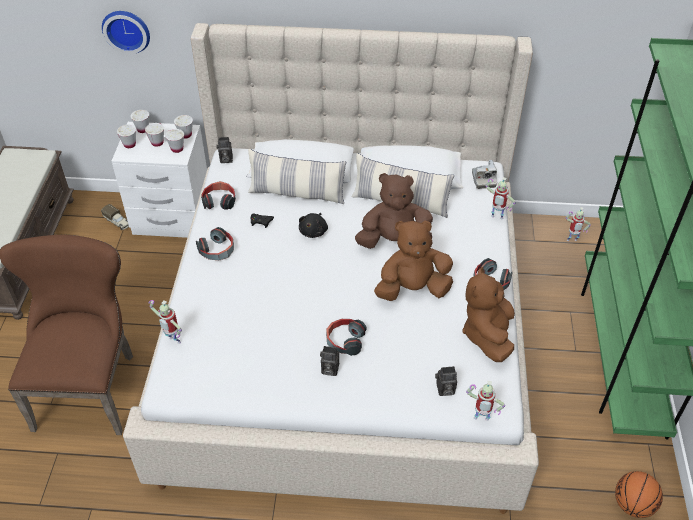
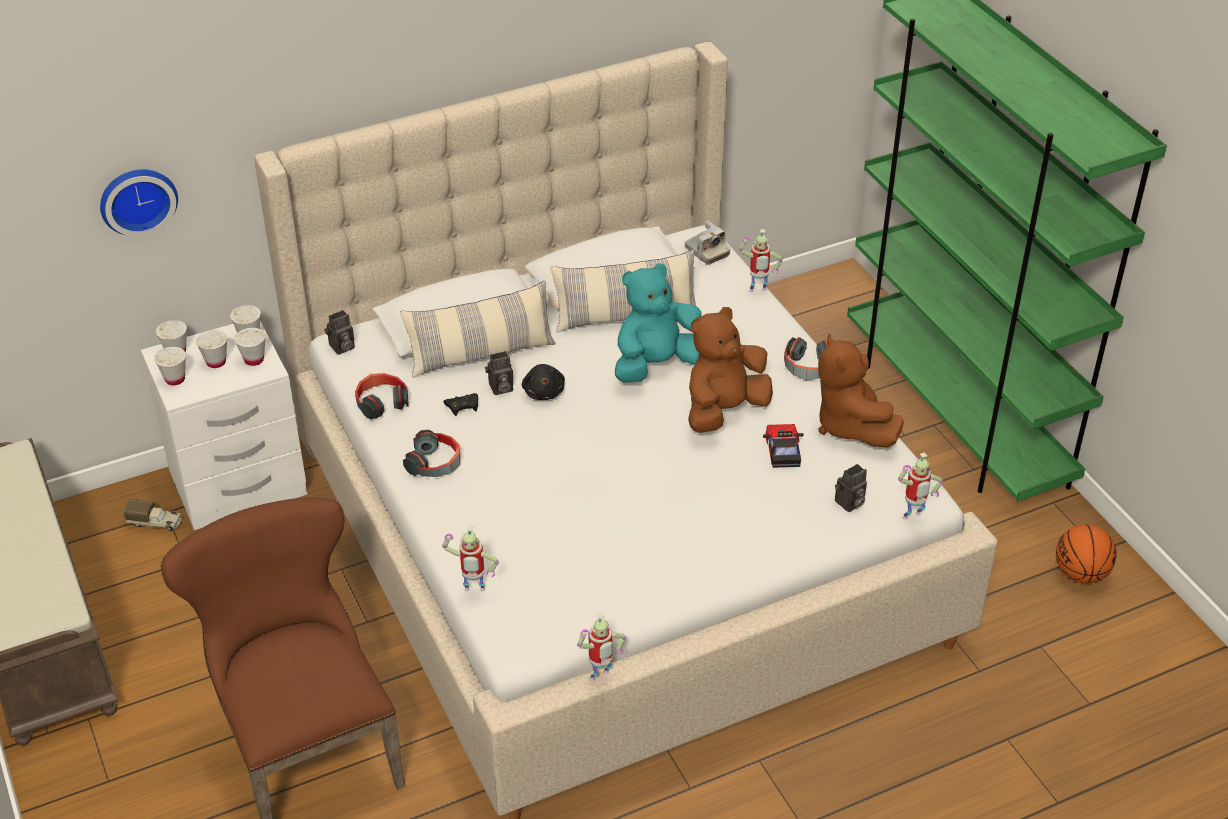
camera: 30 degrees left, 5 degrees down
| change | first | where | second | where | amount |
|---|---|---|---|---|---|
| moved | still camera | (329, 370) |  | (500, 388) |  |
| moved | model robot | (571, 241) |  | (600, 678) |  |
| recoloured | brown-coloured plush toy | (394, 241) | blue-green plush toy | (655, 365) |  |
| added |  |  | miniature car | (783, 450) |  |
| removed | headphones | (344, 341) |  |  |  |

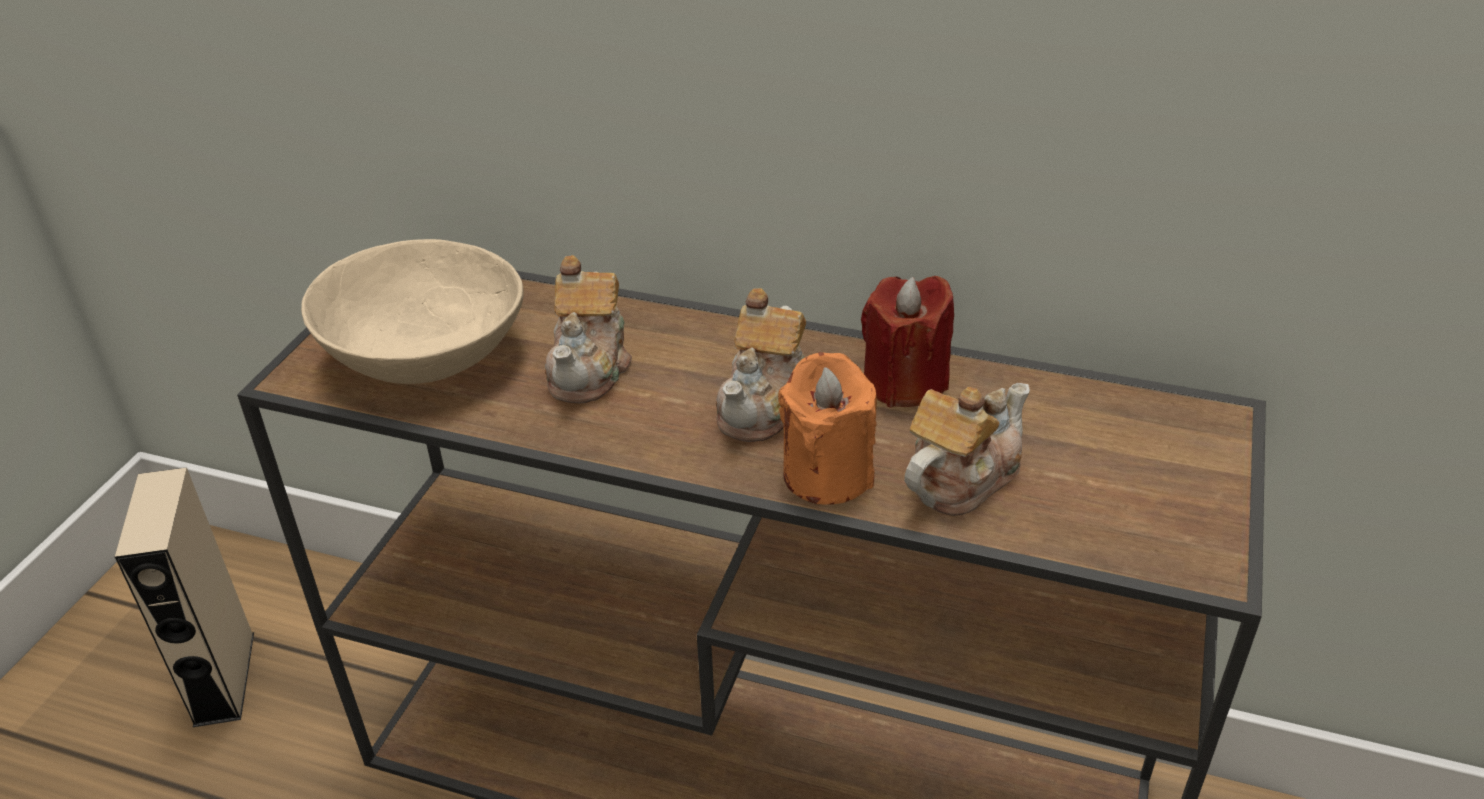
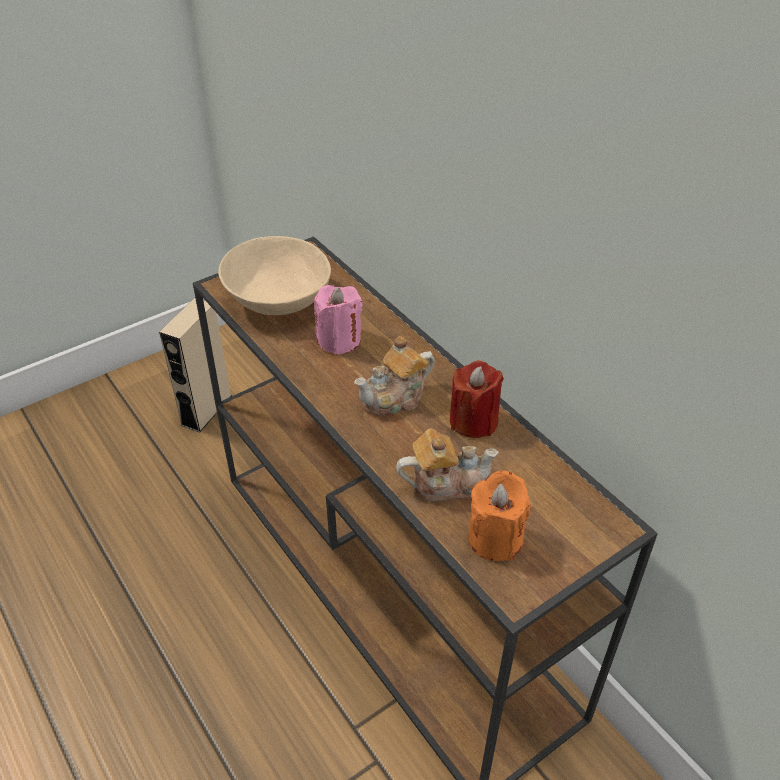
camera: 35 degrees right, 5 degrees up
| change | first | where | second | where | amount |
|---|---|---|---|---|---|
| replaced | pot for tea | (590, 368) | pinkish wax candle | (339, 340) |  |
| moved | orange wax candle | (827, 474) |  | (495, 538) |  |

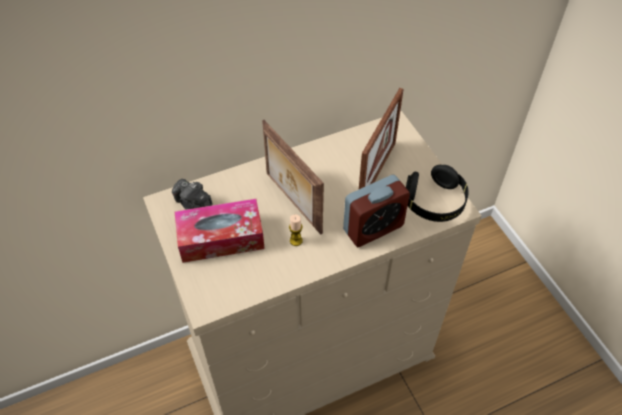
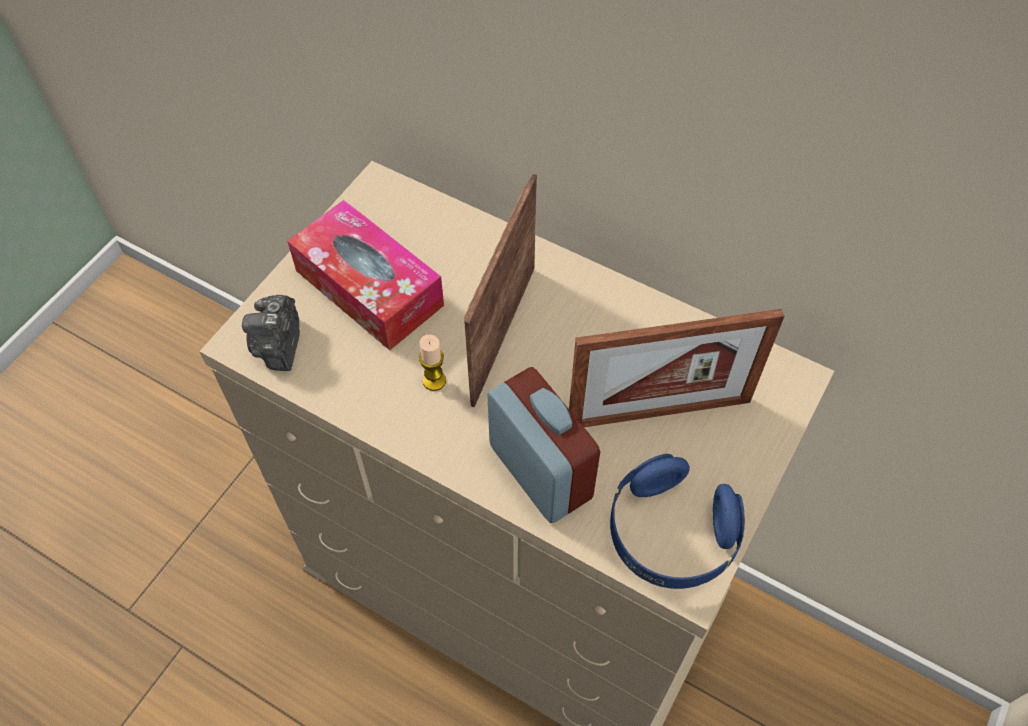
camera: 55 degrees right, 5 degrees up
| change | first | where | second | where | amount |
|---|---|---|---|---|---|
| moved | still camera | (193, 204) |  | (278, 345) |  |
| turned | table clock | (373, 228) |  | (540, 471) | 150 degrees counterclockwise |
| recoloured | black headphones | (434, 202) | blue headphones | (670, 535) |  |

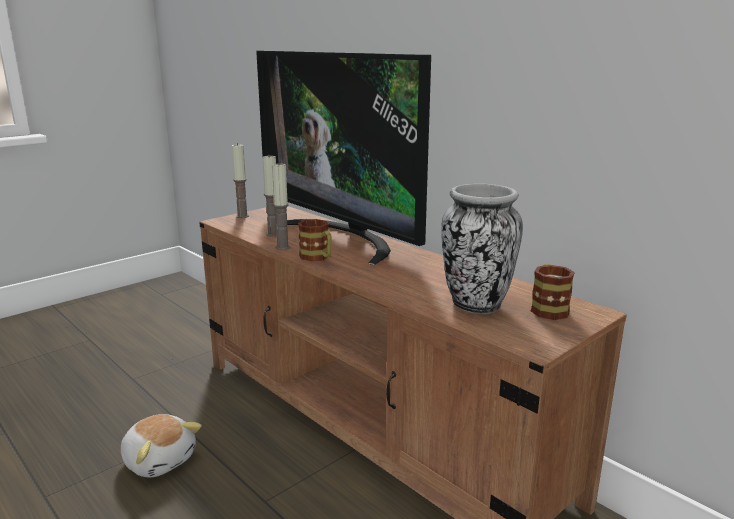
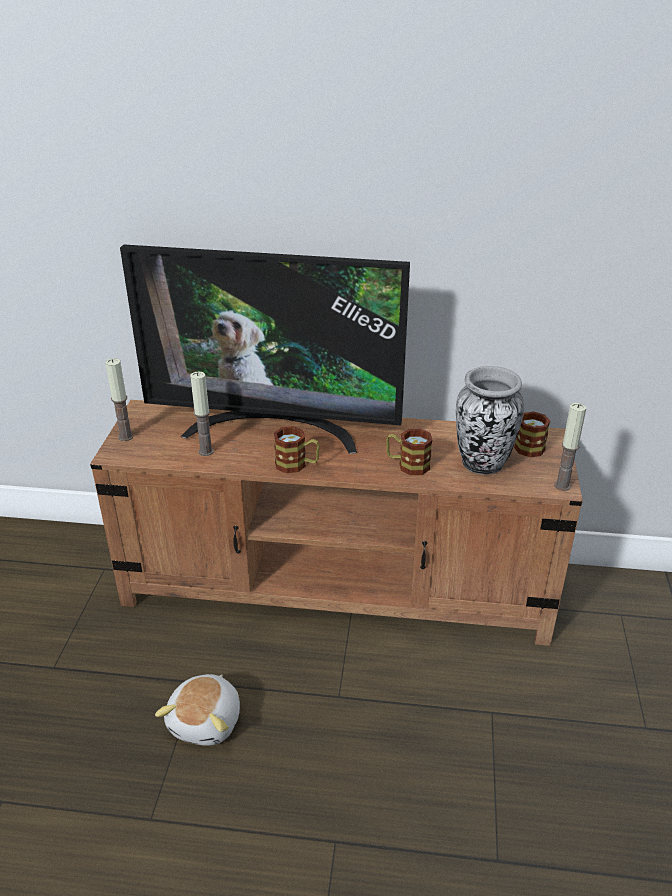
camera: 40 degrees left, 15 degrees up
| change | first | where | second | where | amount |
|---|---|---|---|---|---|
| turned | plush toy | (160, 459) |  | (207, 721) | 105 degrees clockwise |
| added |  |  | coffee mug | (407, 465) |  |
| moved | wax candle | (283, 247) |  | (562, 485) |  |

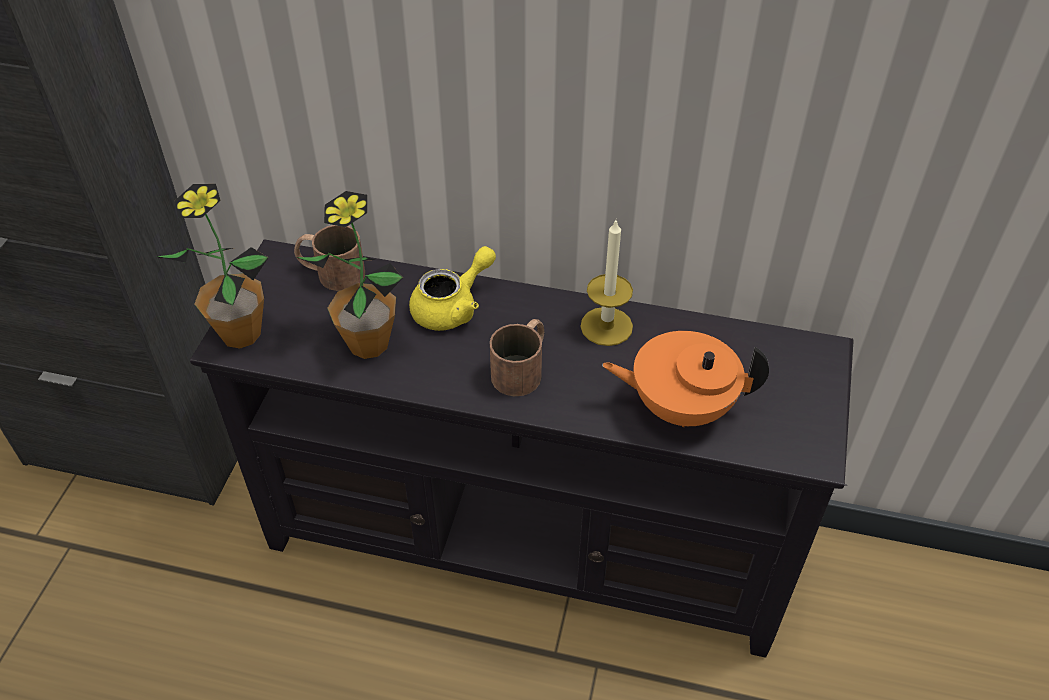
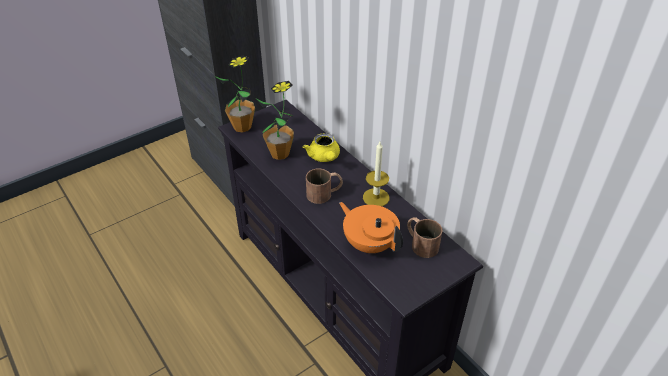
camera: 40 degrees right, 5 degrees down
| change | first | where | second | where | amount |
|---|---|---|---|---|---|
| turned | yellow pot for tea | (453, 307) |  | (324, 158) | 75 degrees clockwise |
| moved | brown-coloured coffee mug | (330, 272) |  | (420, 243) |  |

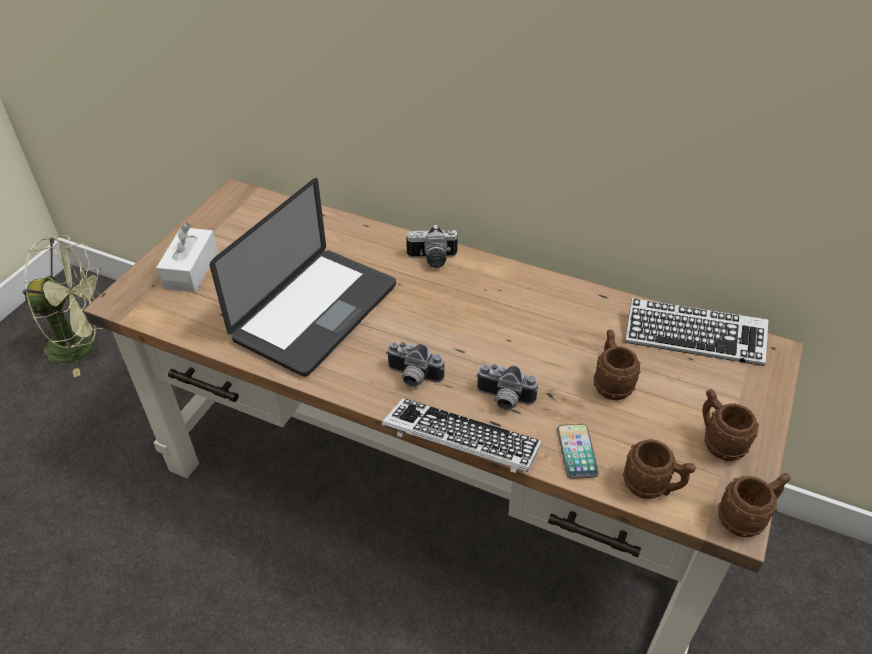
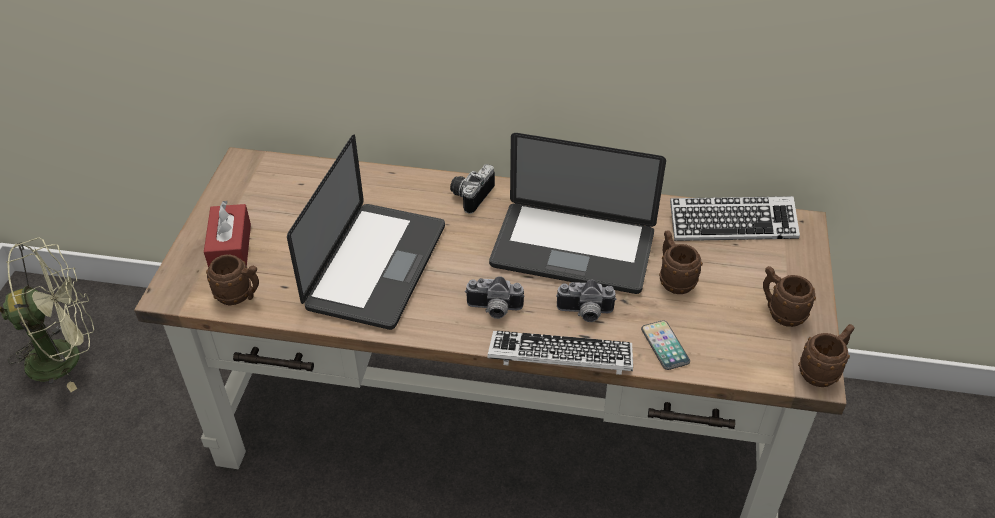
camera: 15 degrees left, 0 degrees up
| change | first | where | second | where | amount |
|---|---|---|---|---|---|
| recoloured | white tissue box | (191, 270) | red tissue box | (231, 248) |  |
| moved | brown-coloured coffee mug | (652, 487) |  | (240, 296) |  |
| turned | still camera | (432, 260) |  | (470, 195) | 135 degrees clockwise |
| added |  |  | laptop | (572, 249) |  |

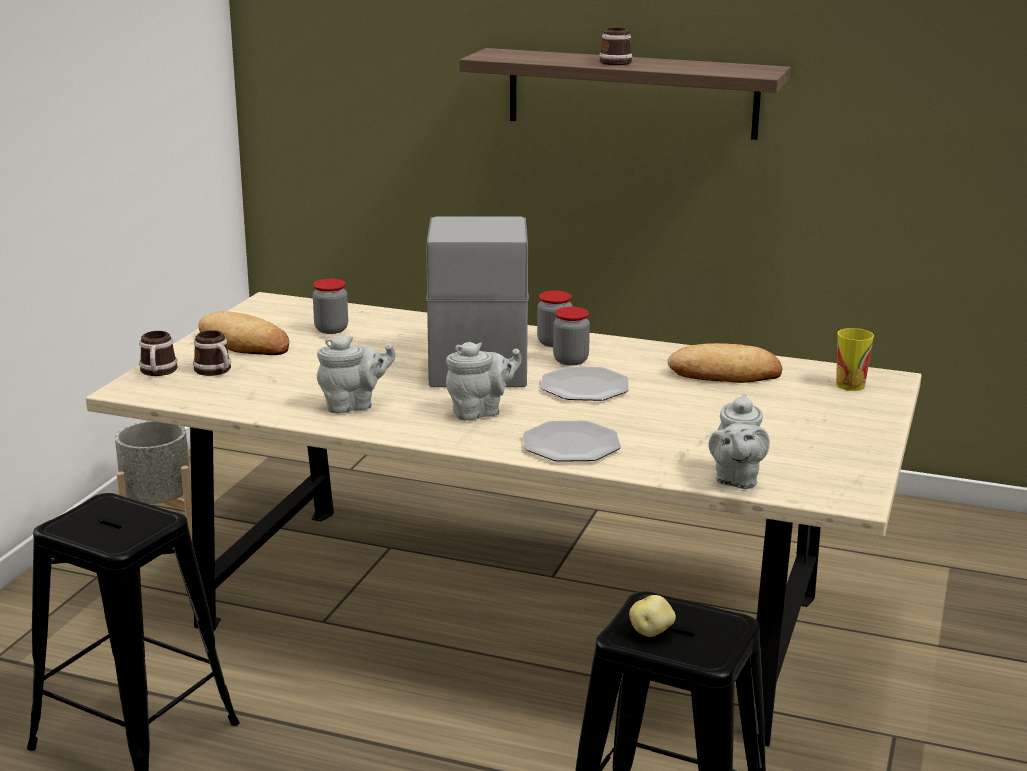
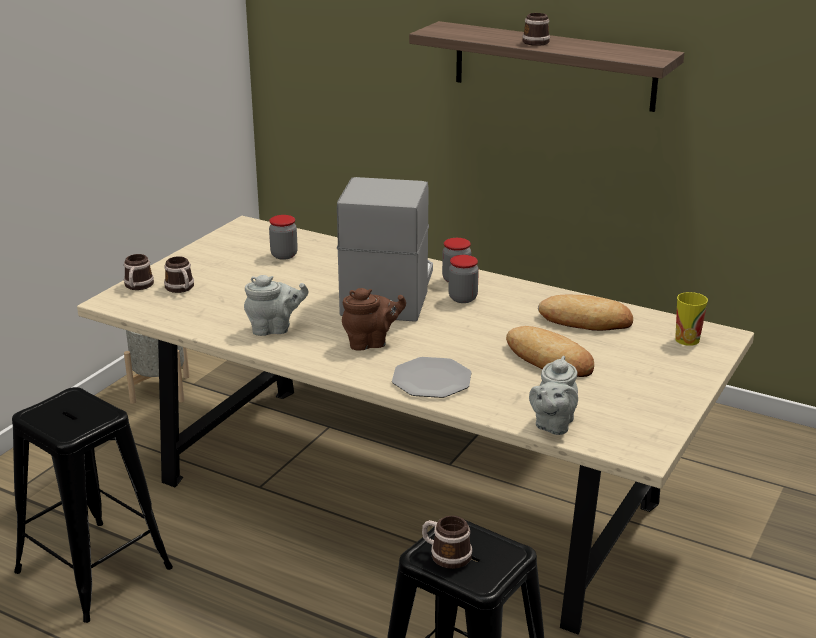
camera: 10 degrees right, 5 degrees up
| change | first | where | second | where | amount |
|---|---|---|---|---|---|
| recoloured | grey pot for tea | (480, 412) | brown-coloured pot for tea | (371, 343) |  |
| replaced | potato | (651, 632) | coffee mug | (445, 554) |  |
| moved | bakery bread | (243, 343) |  | (549, 359) |  |
| removed | dinner plate | (584, 387) |  |  |  |

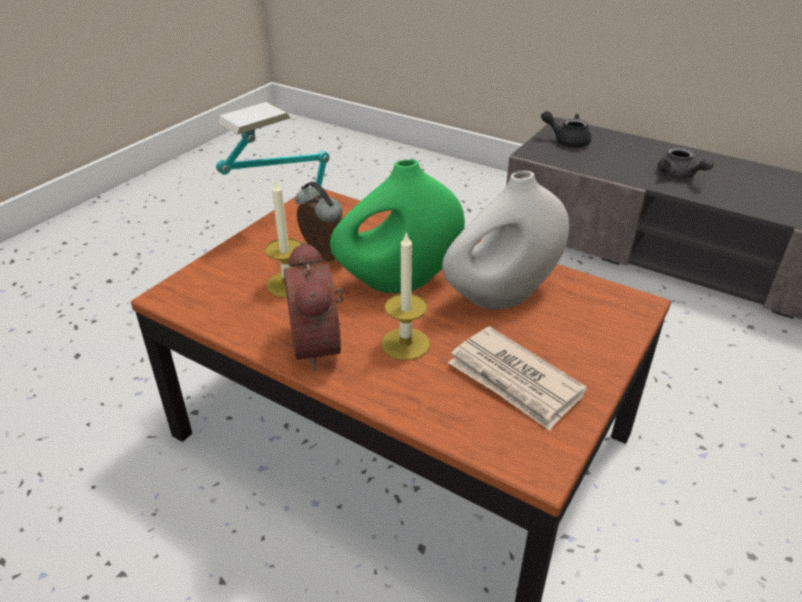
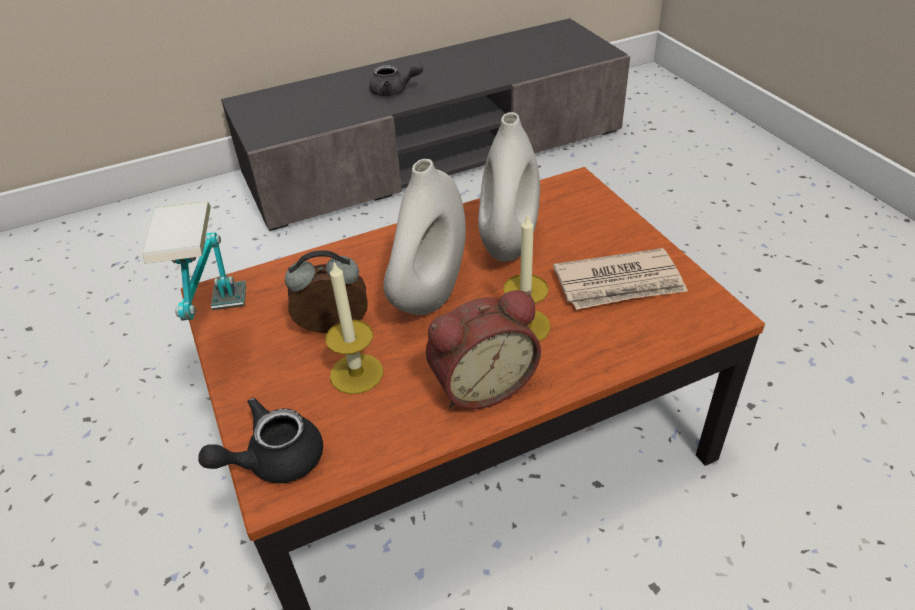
camera: 55 degrees left, 5 degrees up
| change | first | where | second | where | amount |
|---|---|---|---|---|---|
| moved | black pot for tea | (567, 141) |  | (274, 460) |  |
| recoloured | green vase | (398, 283) | white vase | (430, 295) |  |
| turned | table clock | (321, 345) |  | (481, 384) | 45 degrees counterclockwise |

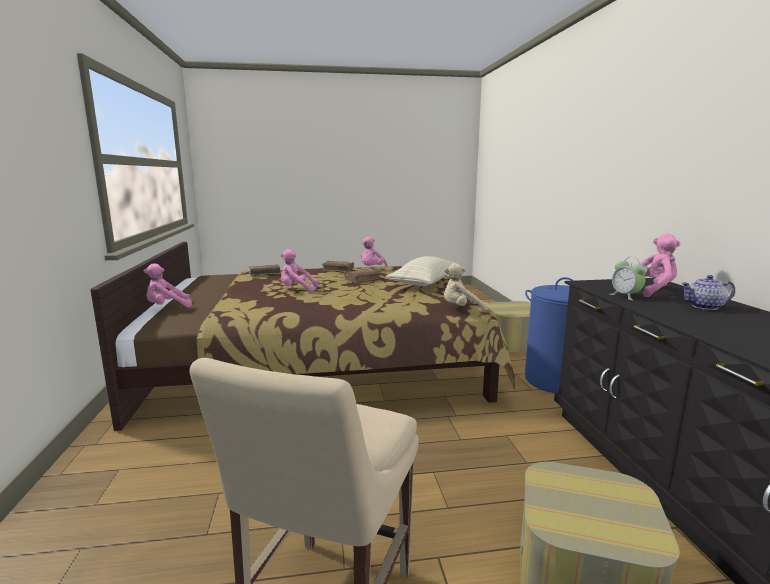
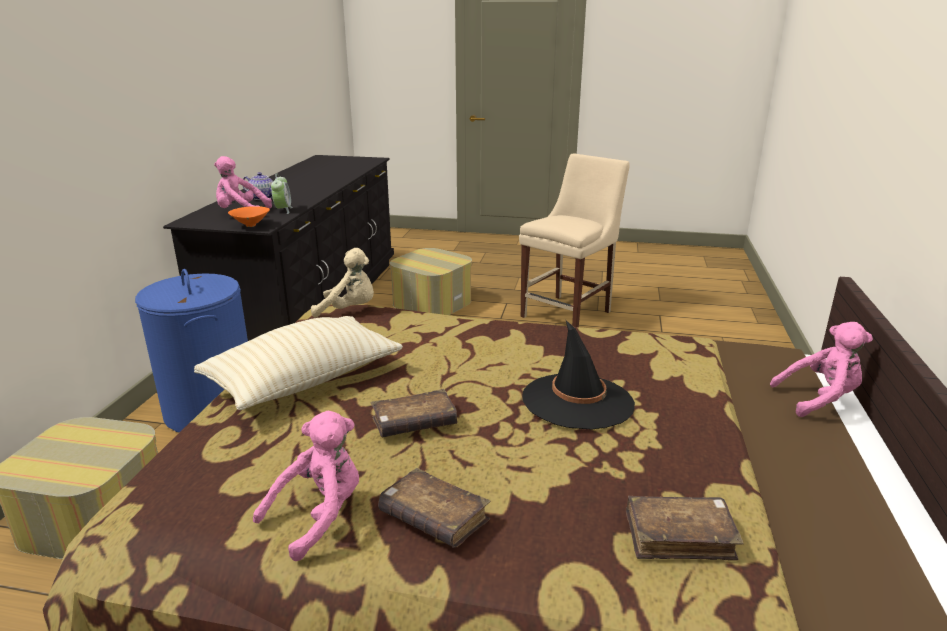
camera: 160 degrees left, 10 degrees up
| change | first | where | second | where | amount |
|---|---|---|---|---|---|
| added |  |  | orange deep dish | (250, 226) |  |
| replaced | pinkish plush toy | (297, 290) | black hat | (577, 401) |  |

